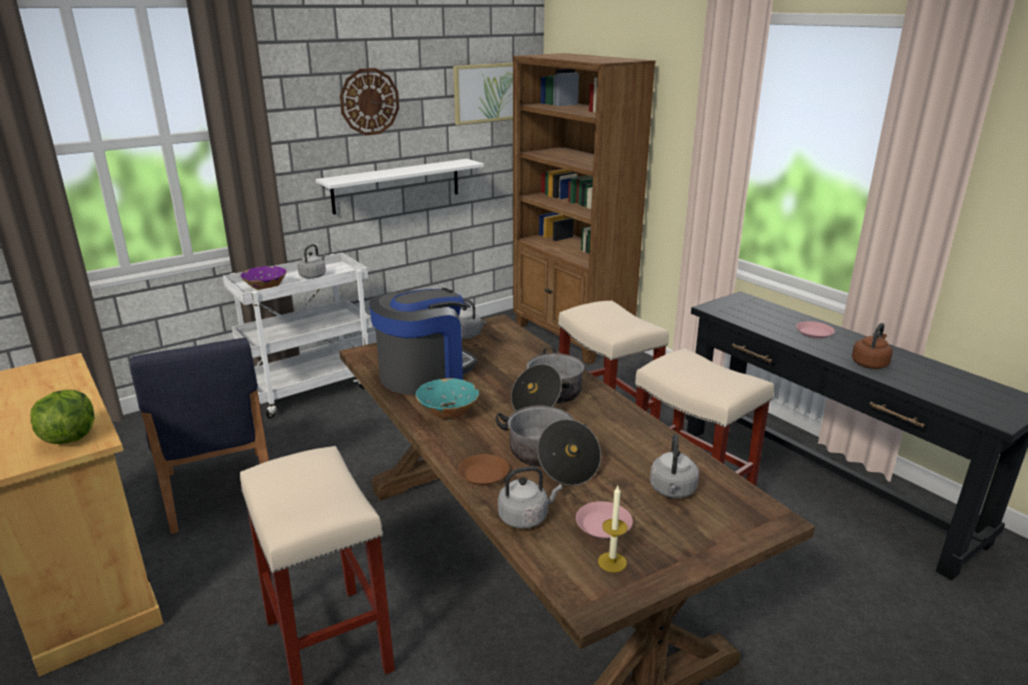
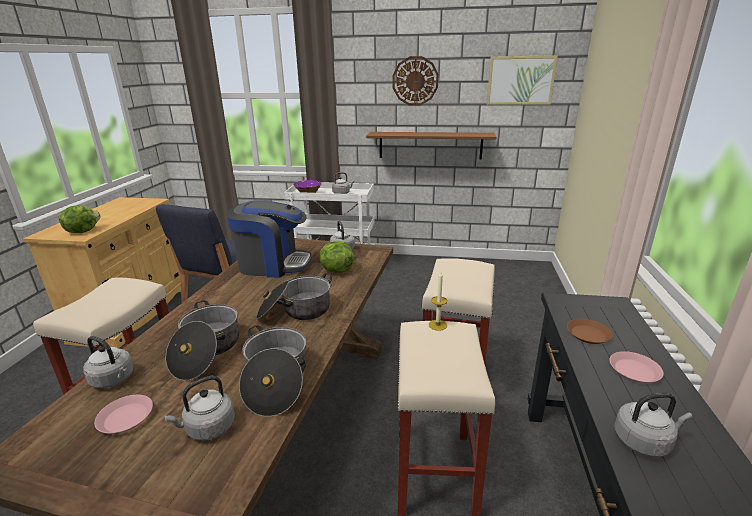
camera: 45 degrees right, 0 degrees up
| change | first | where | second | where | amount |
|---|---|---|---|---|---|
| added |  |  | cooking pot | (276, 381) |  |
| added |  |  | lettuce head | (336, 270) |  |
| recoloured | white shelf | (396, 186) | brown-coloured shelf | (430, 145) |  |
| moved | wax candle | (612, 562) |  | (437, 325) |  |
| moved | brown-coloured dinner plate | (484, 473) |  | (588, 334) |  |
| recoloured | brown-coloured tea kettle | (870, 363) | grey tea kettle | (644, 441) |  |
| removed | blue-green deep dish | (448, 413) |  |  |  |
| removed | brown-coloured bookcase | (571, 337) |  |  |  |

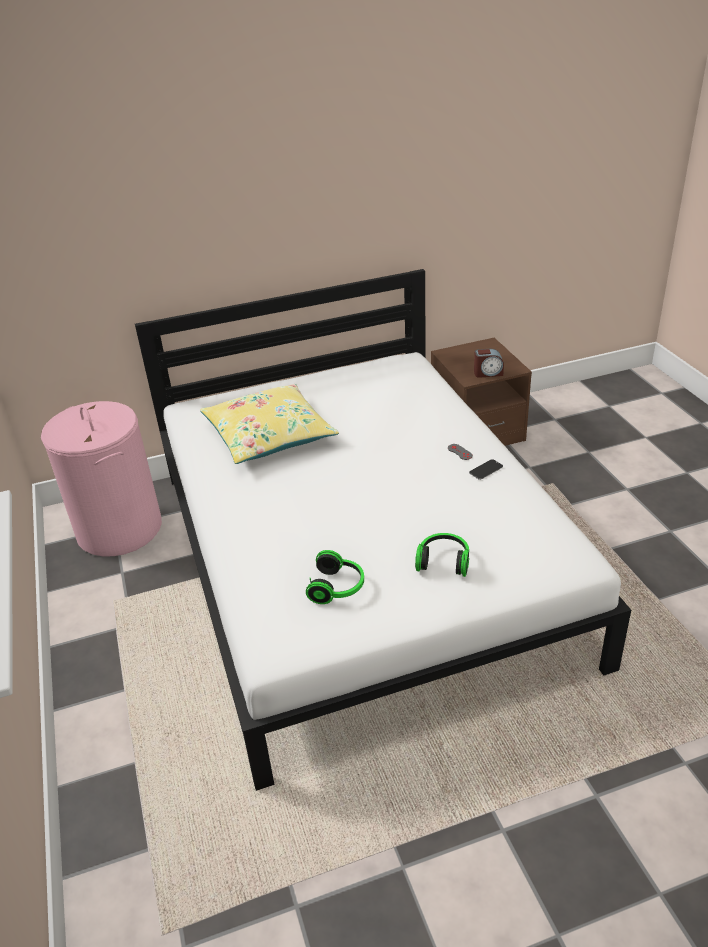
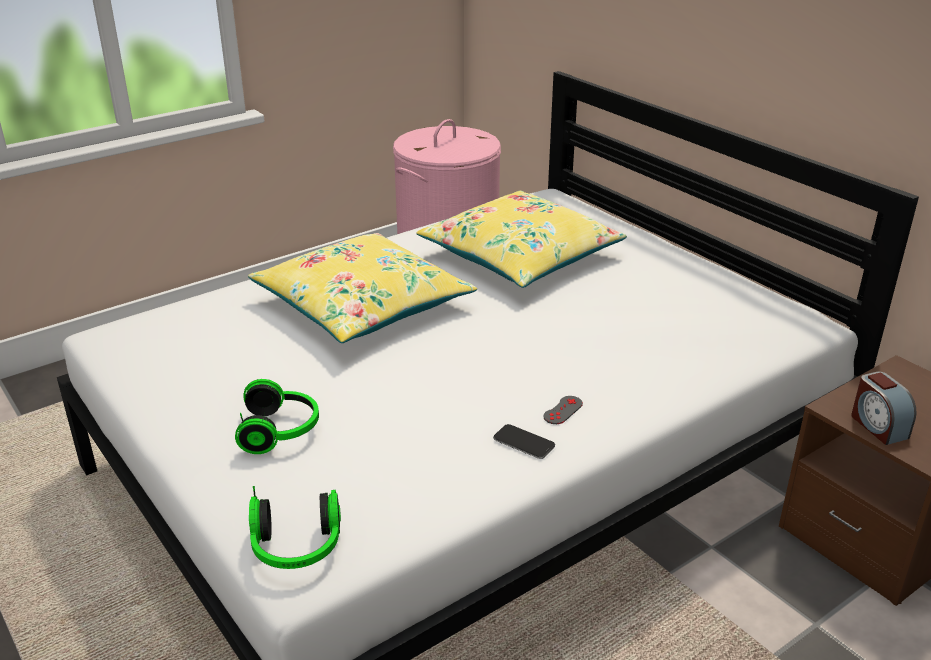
camera: 70 degrees right, 5 degrees down
| change | first | where | second | where | amount |
|---|---|---|---|---|---|
| added |  |  | yellow pillow | (363, 305) |  |
| moved | headphones | (338, 588) |  | (297, 549) |  |

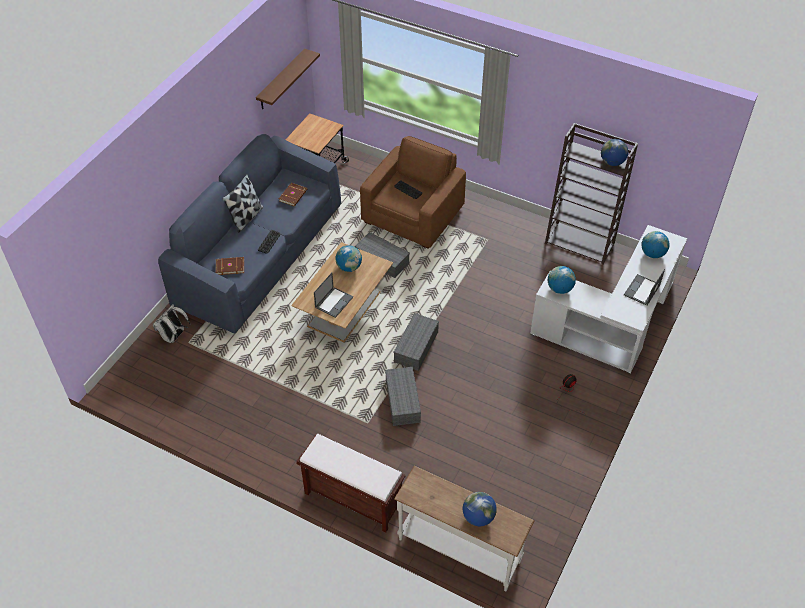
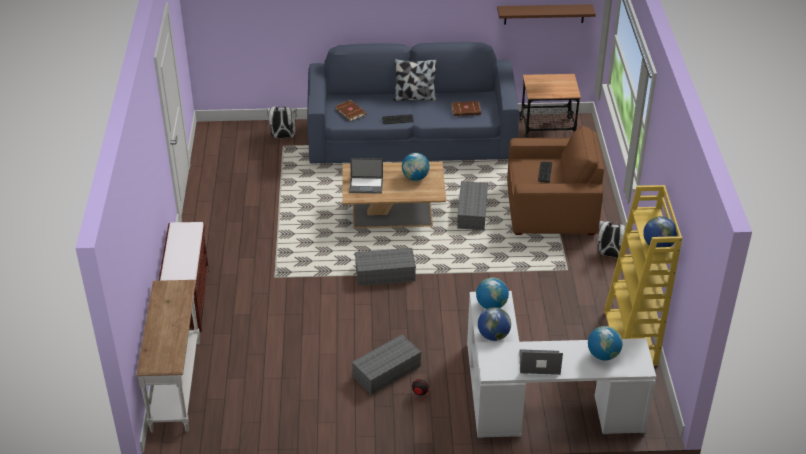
camera: 60 degrees right, 10 degrees down
| change | first | where | second | where | amount |
|---|---|---|---|---|---|
| moved | grey storage container | (403, 402) |  | (386, 372) |  |
| moved | desk globe | (478, 517) |  | (493, 335) |  |
| added |  |  | white knapsack | (610, 254) |  |
| recoloured | brown-coloured bookcase | (580, 243) | yellow bookcase | (631, 338) |  |

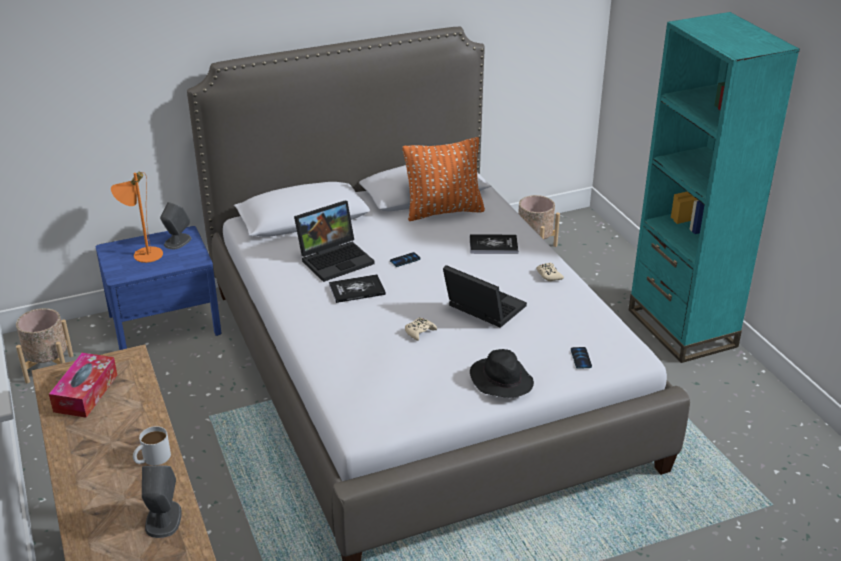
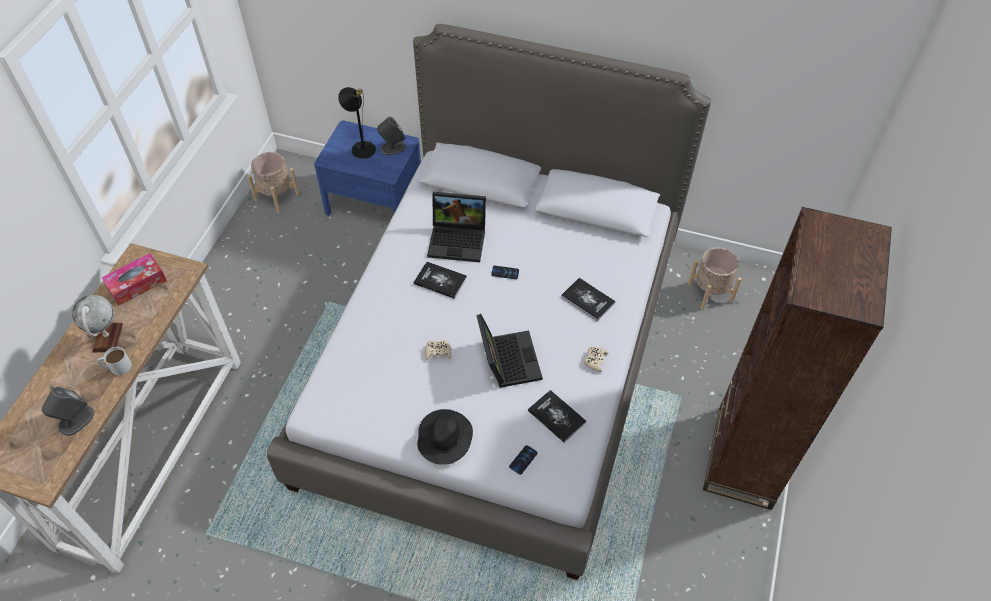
camera: 40 degrees right, 20 degrees up
| change | first | where | second | where | amount |
|---|---|---|---|---|---|
| added |  |  | desk globe | (107, 337) |  |
| recoloured | orange table lamp | (143, 253) | black table lamp | (361, 146) |  |
| added |  |  | volume | (556, 416) |  |
| recoloured | blue-green bookcase | (681, 328) | brown-coloured bookcase | (743, 457) |  |
| removed | orange pillow | (443, 211) |  |  |  |

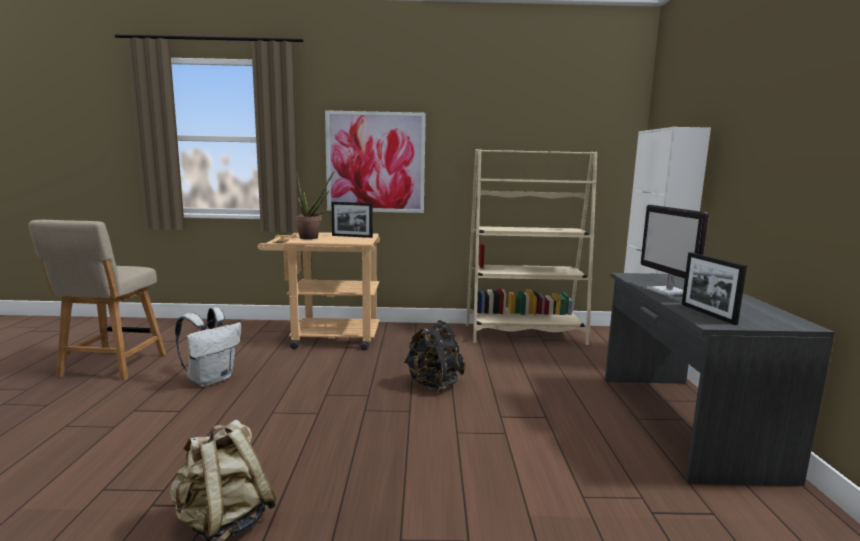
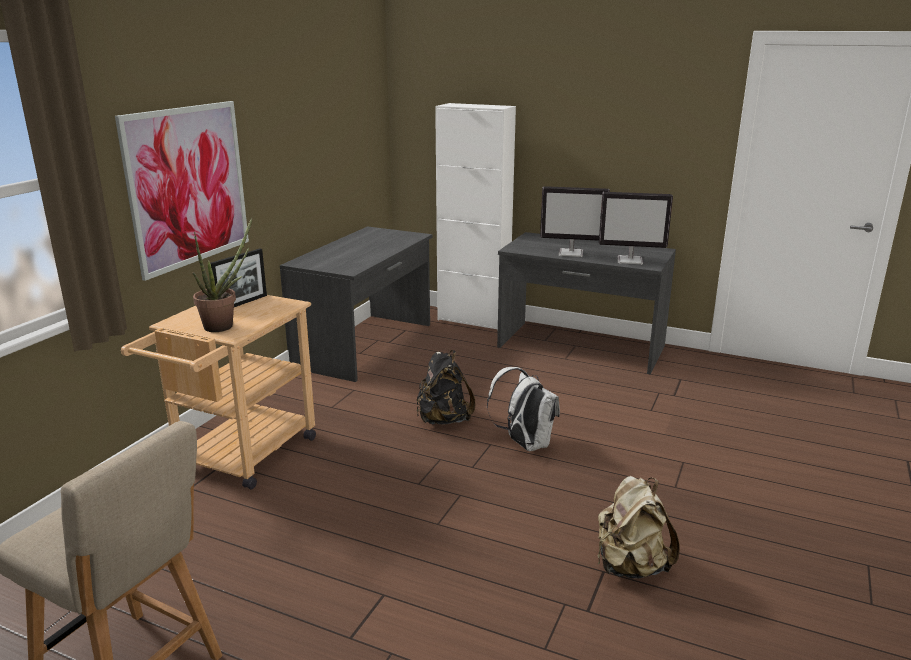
camera: 65 degrees left, 10 degrees up
| change | first | where | second | where | amount |
|---|---|---|---|---|---|
| replaced | beige bookcase | (524, 334) | grey desk table | (365, 345) |  |
| moved | white knapsack | (211, 379) |  | (524, 444) |  |
| replaced | picture frame | (707, 314) | computer display | (630, 261) |  |

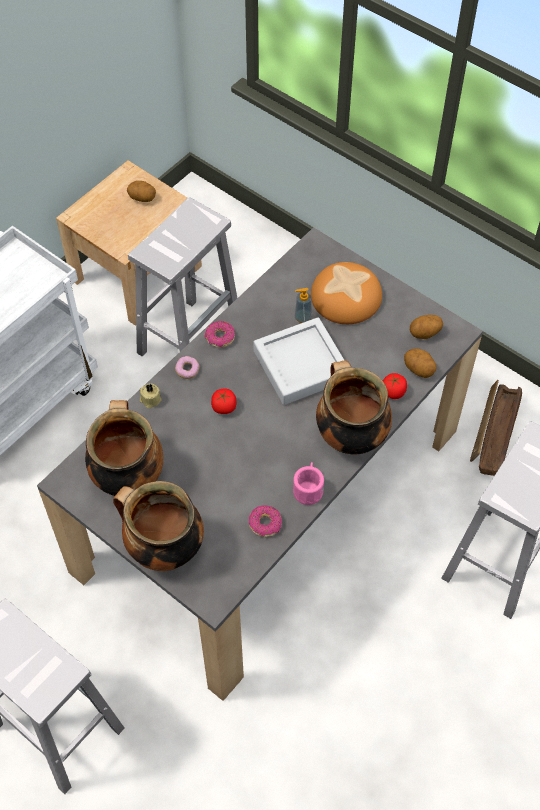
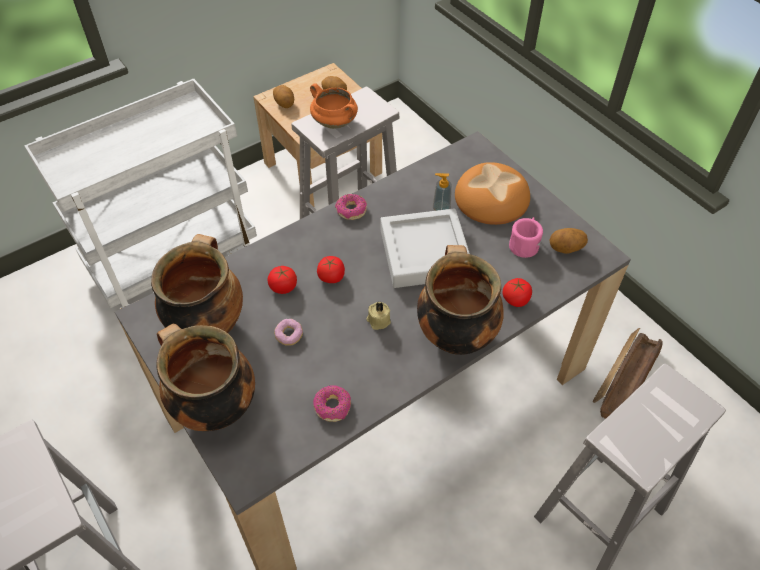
camera: 15 degrees right, 5 degrees down
| change | first | where | second | where | amount |
|---|---|---|---|---|---|
| added |  |  | fresh tomato | (283, 287) |  |
| moved | potato | (419, 370) |  | (285, 104) |  |
| moved | doughnut | (187, 371) |  | (289, 336) |  |
| added |  |  | orange cooking pot | (335, 123) |  |
| moved | beige wax candle | (150, 400) |  | (378, 320) |  |
| moved | pinkish coffee mug | (308, 489) |  | (524, 244) |  |

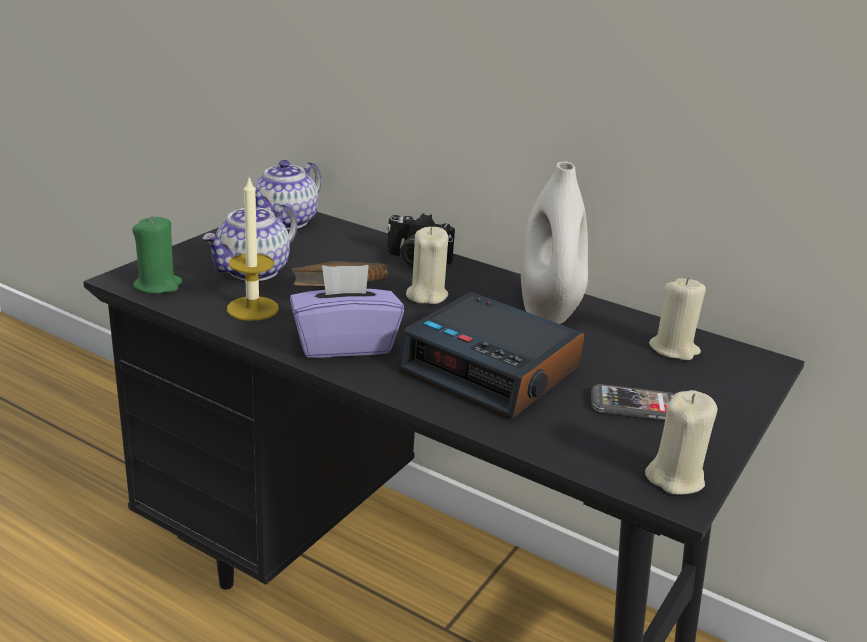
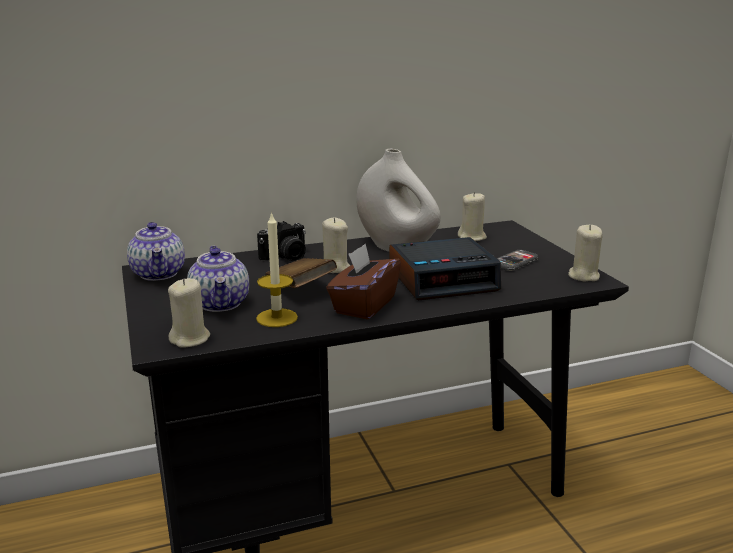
camera: 50 degrees left, 5 degrees down
| change | first | where | second | where | amount |
|---|---|---|---|---|---|
| recoloured | green wax candle | (158, 285) | beige wax candle | (190, 339) |  |
| recoloured | purple-coloured tissue box | (344, 344) | brown-coloured tissue box | (364, 305) |  |

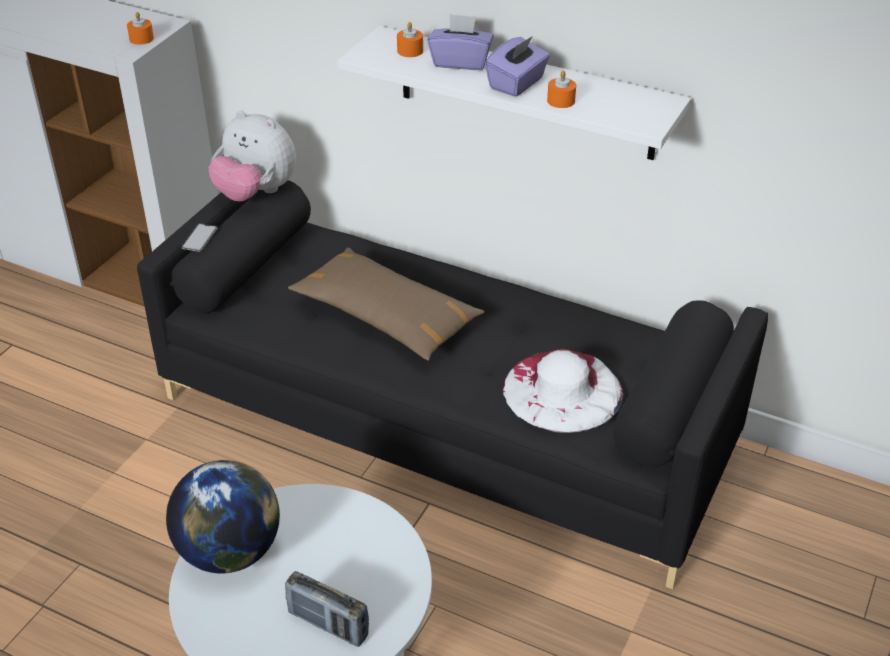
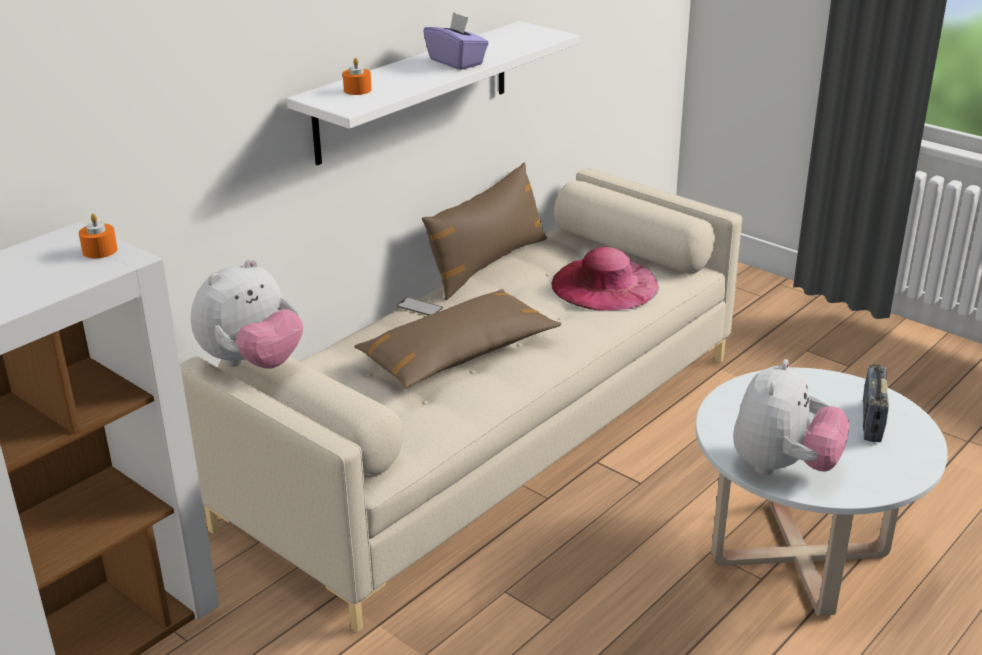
camera: 75 degrees left, 10 degrees down
| change | first | where | second | where | amount |
|---|---|---|---|---|---|
| recoloured | black couch | (447, 422) | beige couch | (492, 435) |  |
| moved | phone | (199, 238) |  | (419, 307) |  |
| added |  |  | brown-coloured pillow | (487, 264) |  |
| recoloured | white hat | (562, 390) | pinkish hat | (605, 284) |  |
| replaced | desk globe | (230, 552) | plush toy | (782, 467) |  |
| turned | radio set | (328, 624) |  | (871, 421) | 150 degrees clockwise |
| removed | purple-coloured tissue box | (461, 62) |  |  |  |
| removed | orange wax candle | (561, 101) |  |  |  |

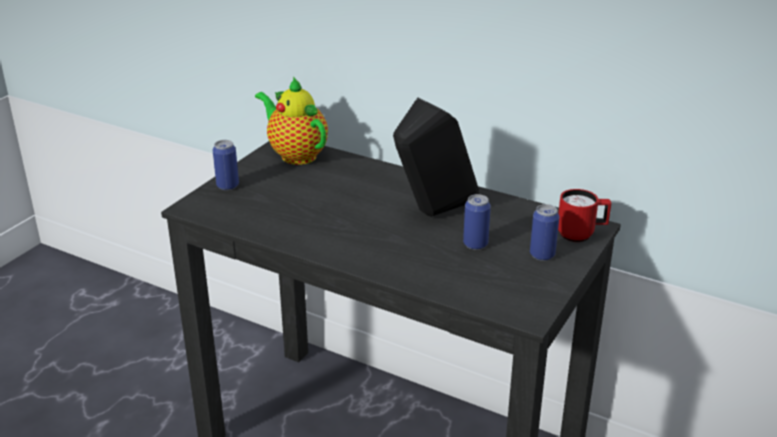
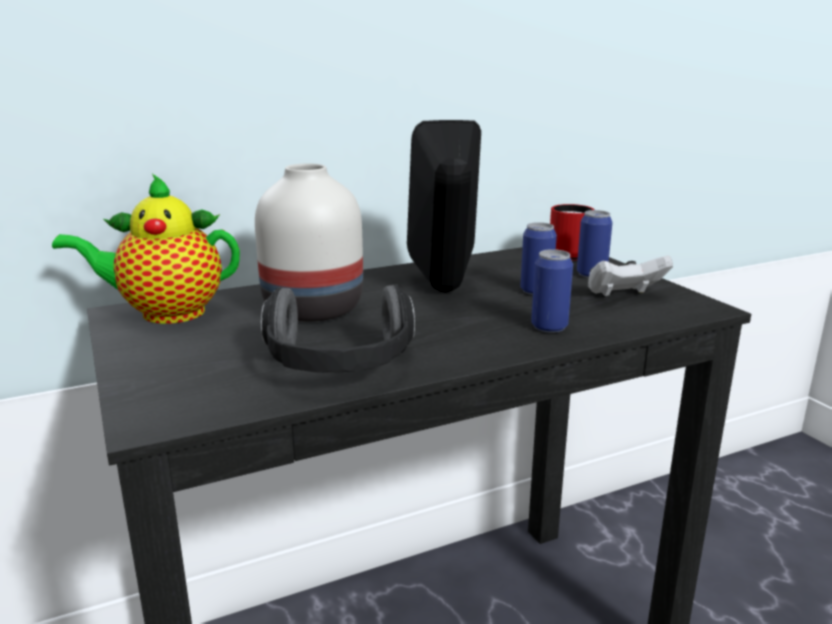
camera: 55 degrees left, 10 degrees down
| change | first | where | second | where | amount |
|---|---|---|---|---|---|
| added |  |  | white vase | (311, 310) |  |
| added |  |  | headphones | (339, 367) |  |
| moved | sealed can | (227, 186) |  | (549, 327) |  |
| added |  |  | white gamepad | (623, 296) |  |

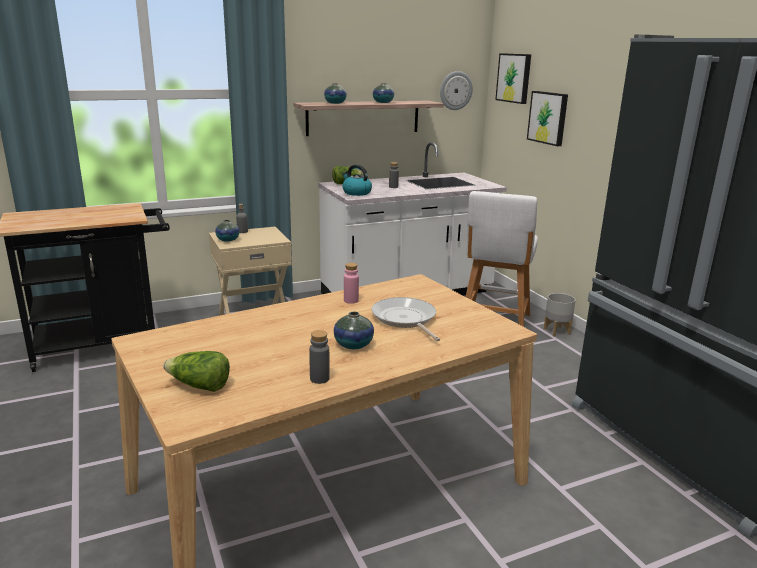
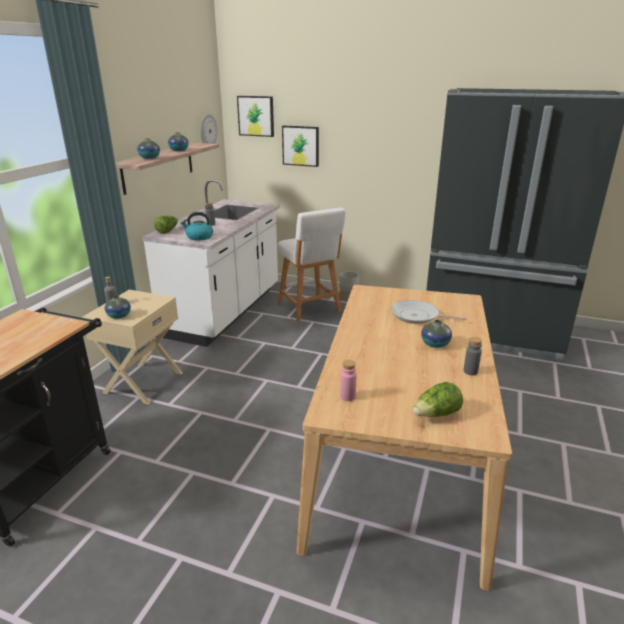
camera: 45 degrees left, 5 degrees up
| change | first | where | second | where | amount |
|---|---|---|---|---|---|
| moved | pinkish beverage bottle | (351, 300) |  | (347, 396) |  |

